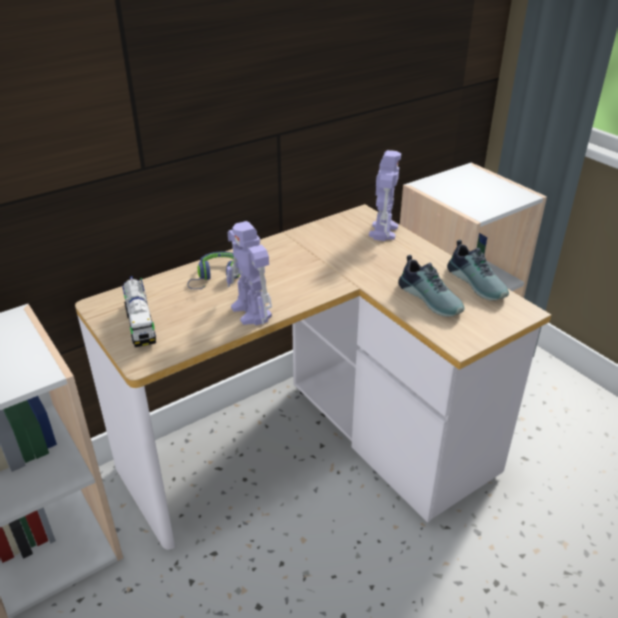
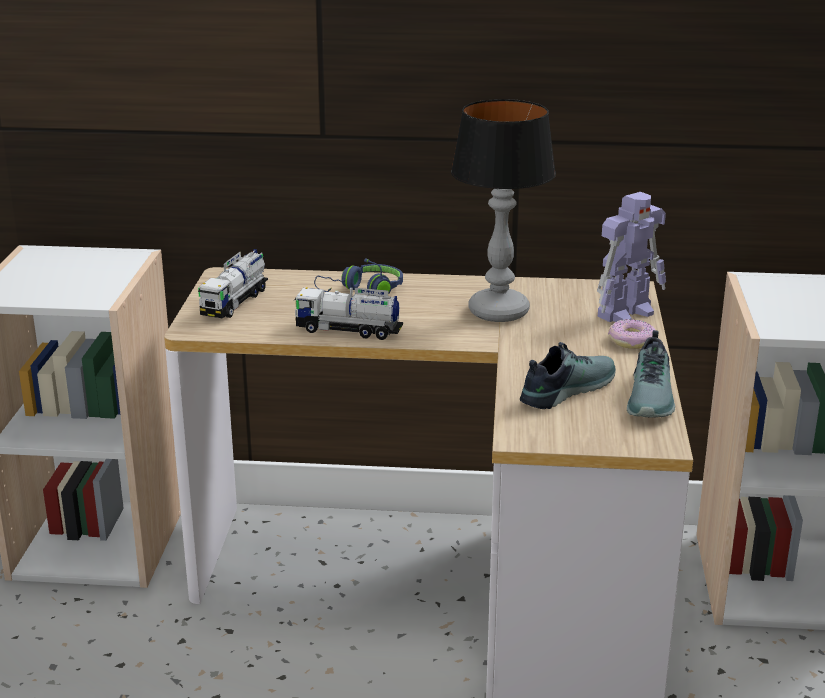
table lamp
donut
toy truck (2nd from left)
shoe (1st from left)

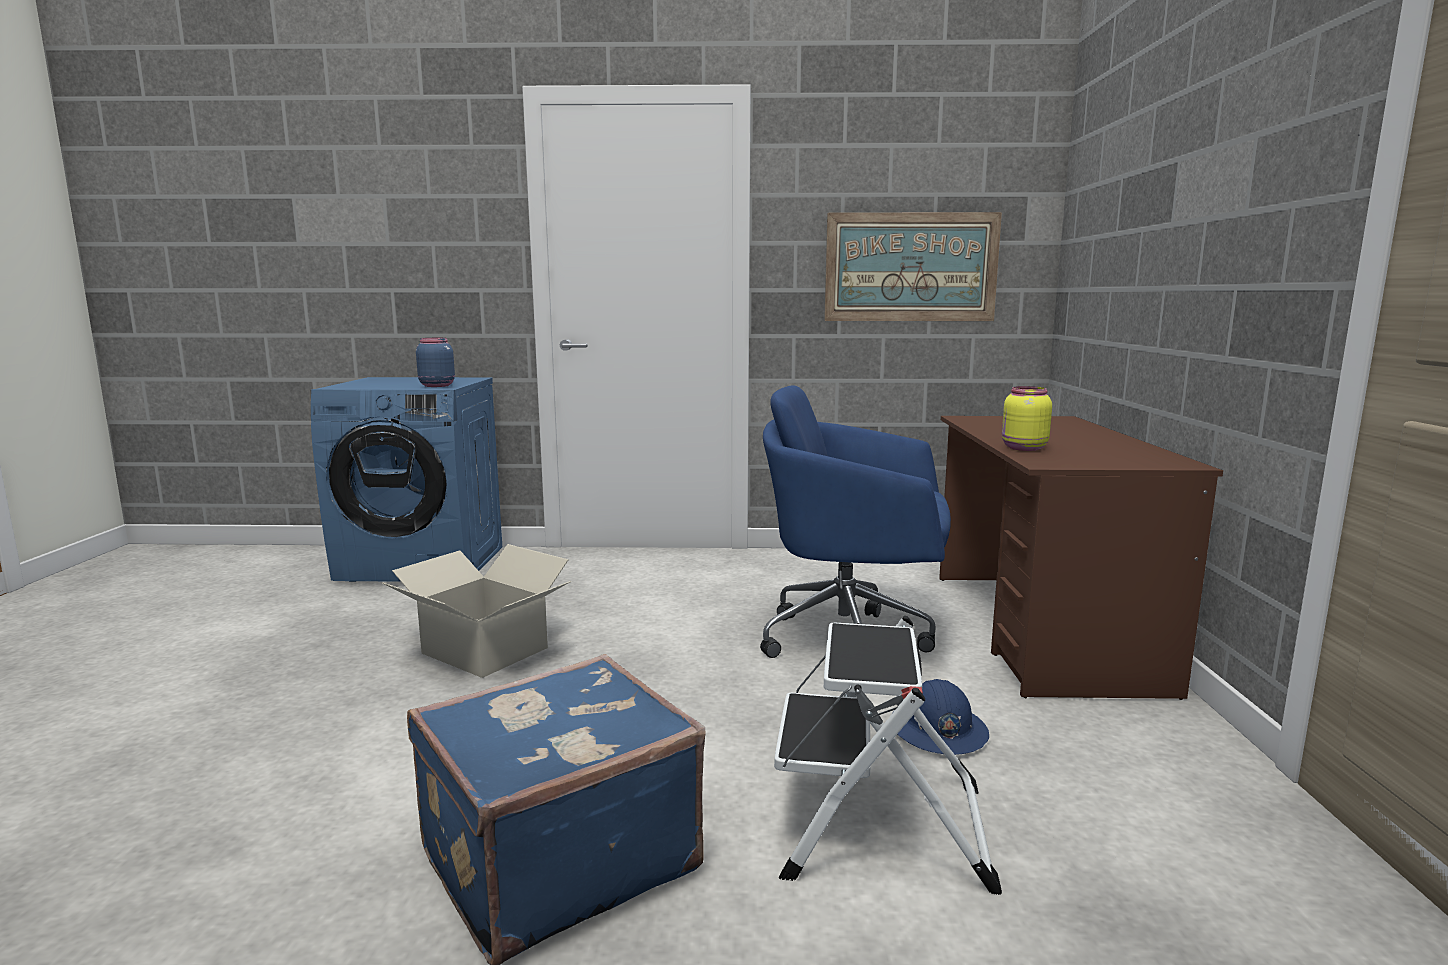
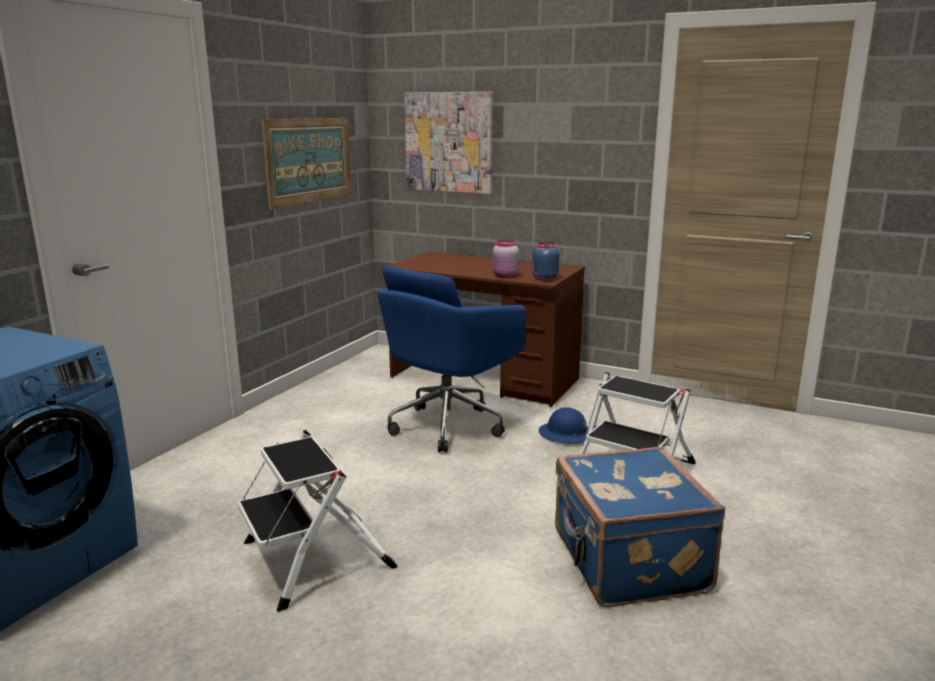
picture (2nd from left)
jar in blue
step ladder (1st from left)
jar in pink

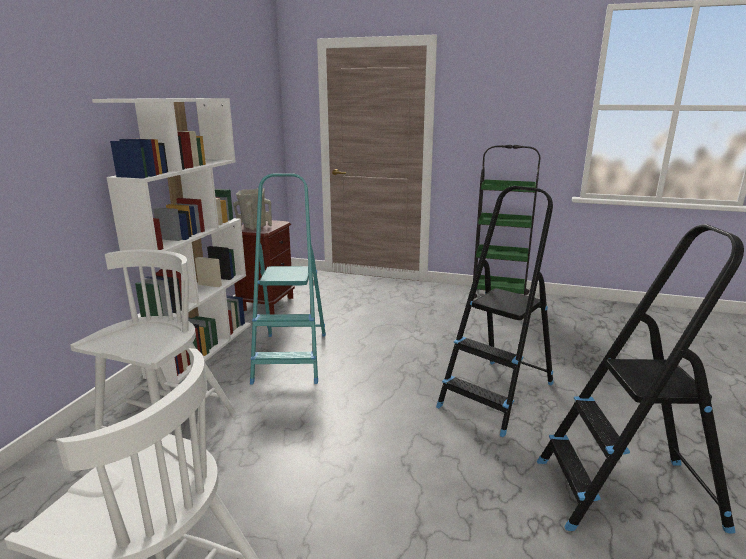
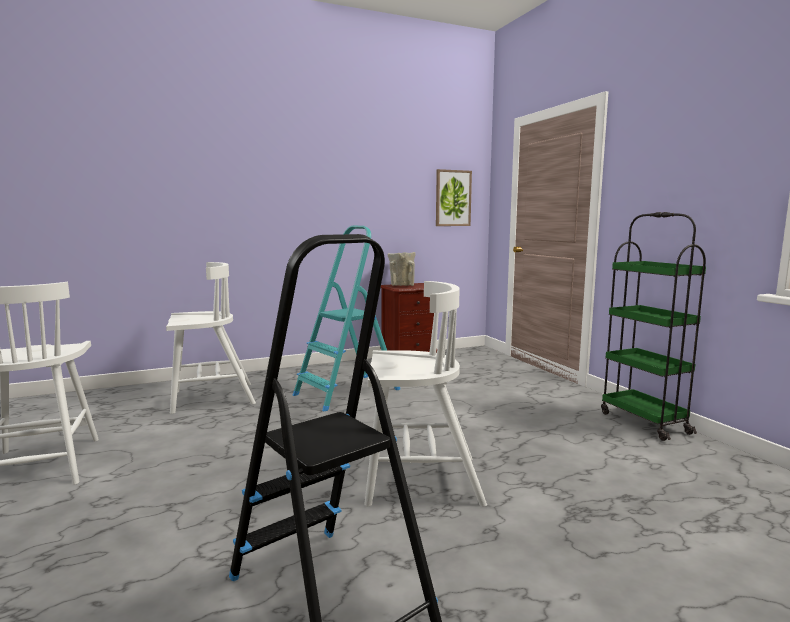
bookcase in white
picture
chair in white (3rd from left)

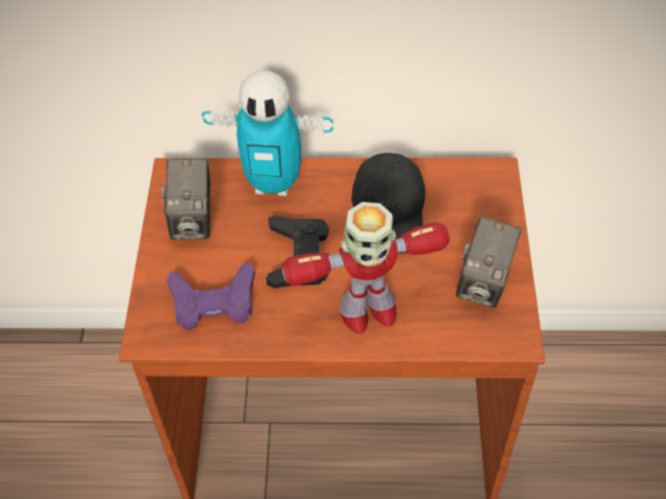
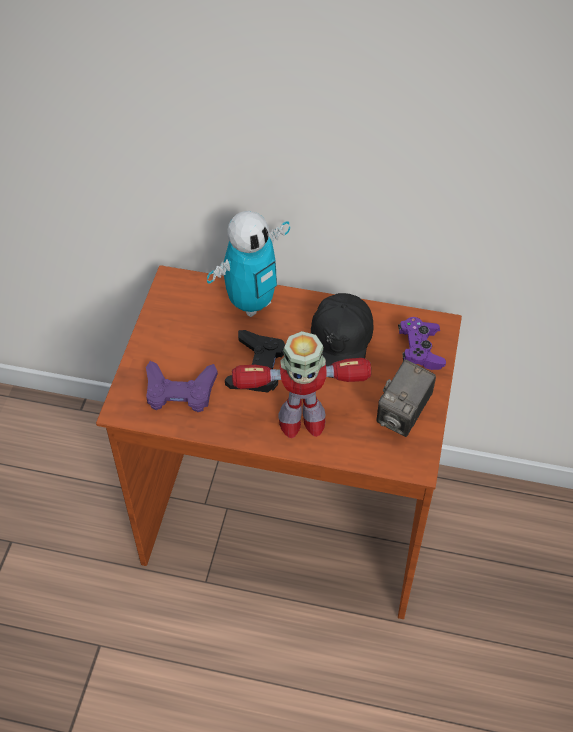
photo camera (1st from left in the first image)
game controller in purple (2nd from left)
toy robot (1st from left)

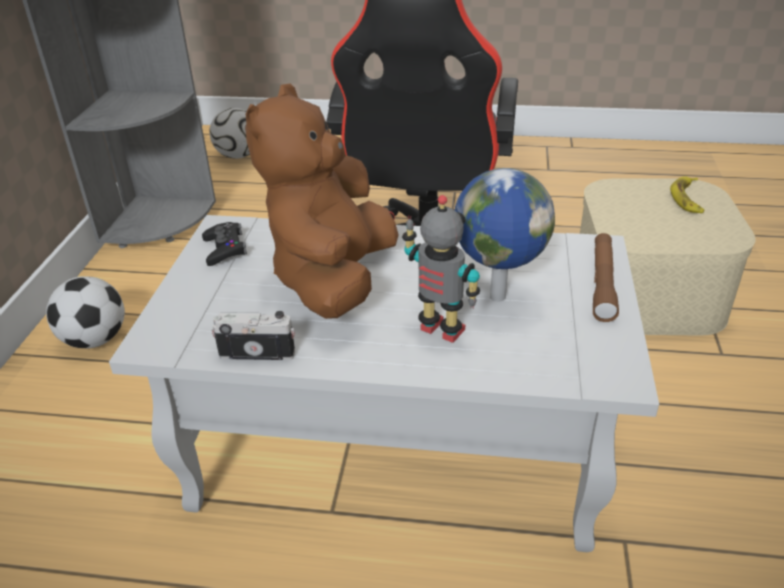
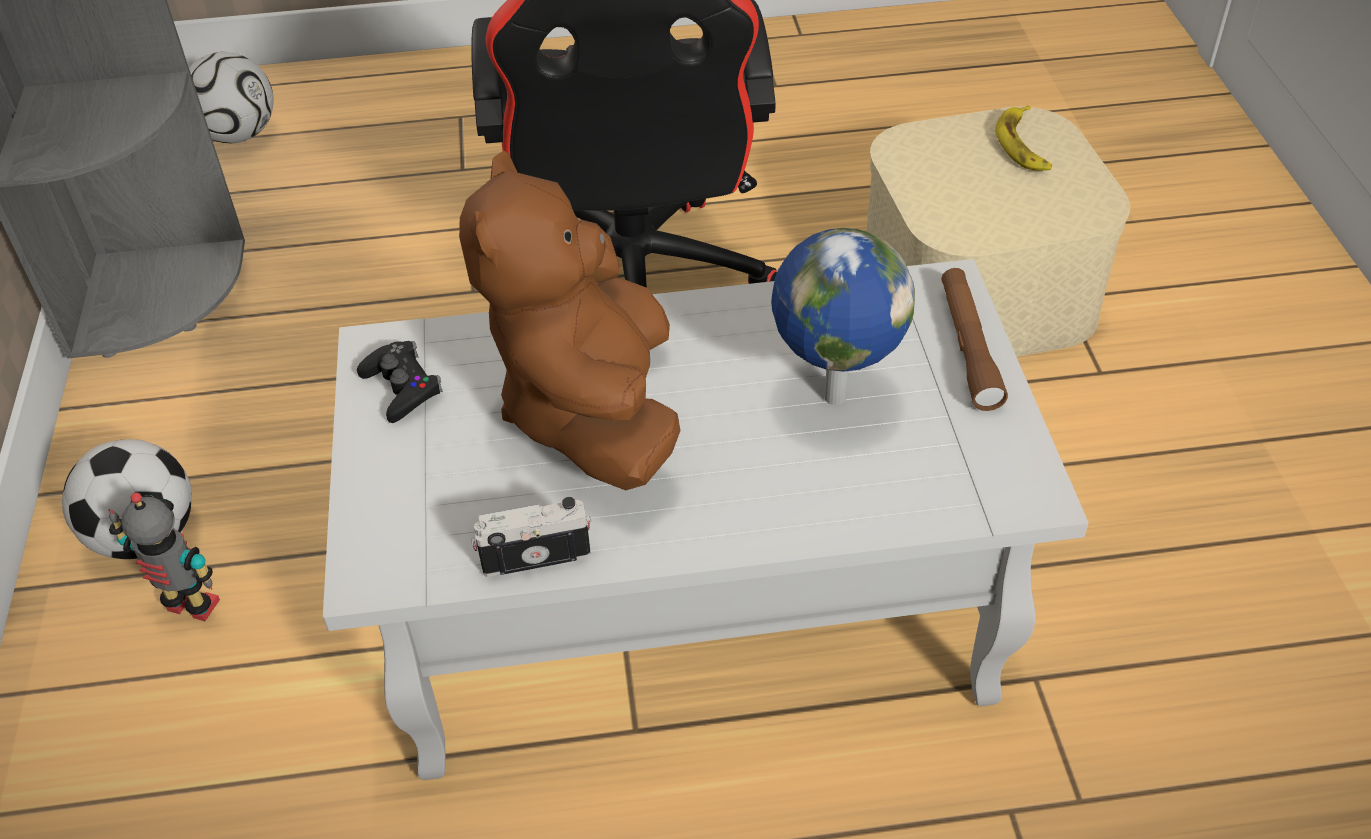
toy robot

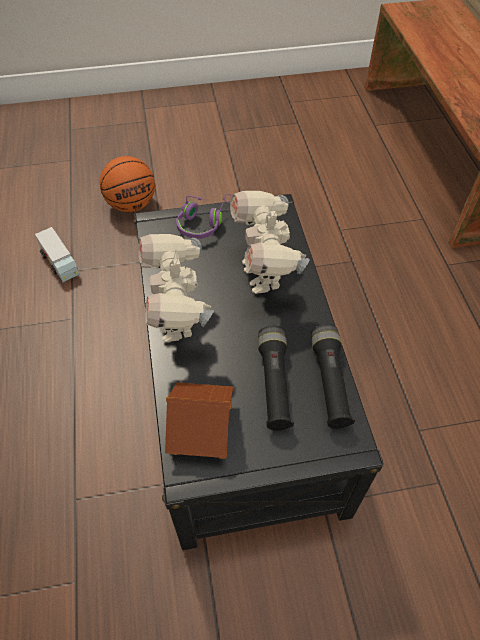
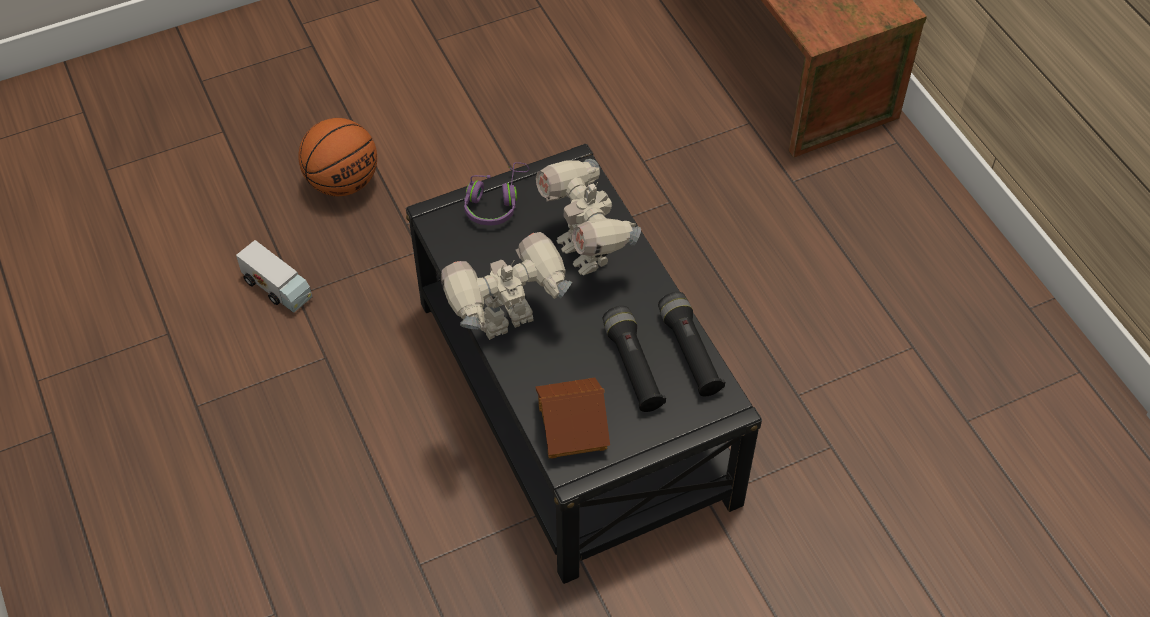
toy robot (1st from left)

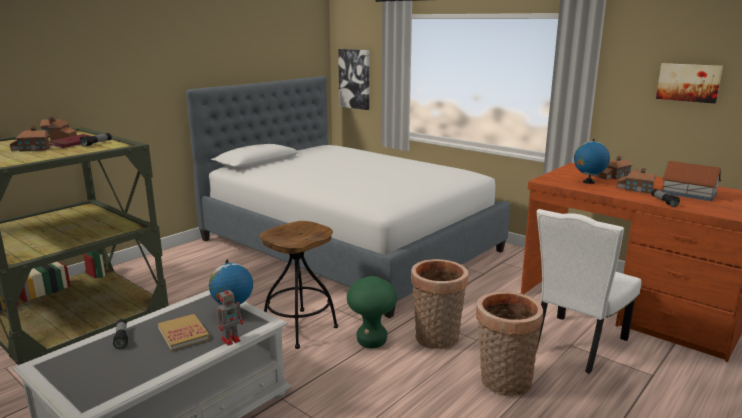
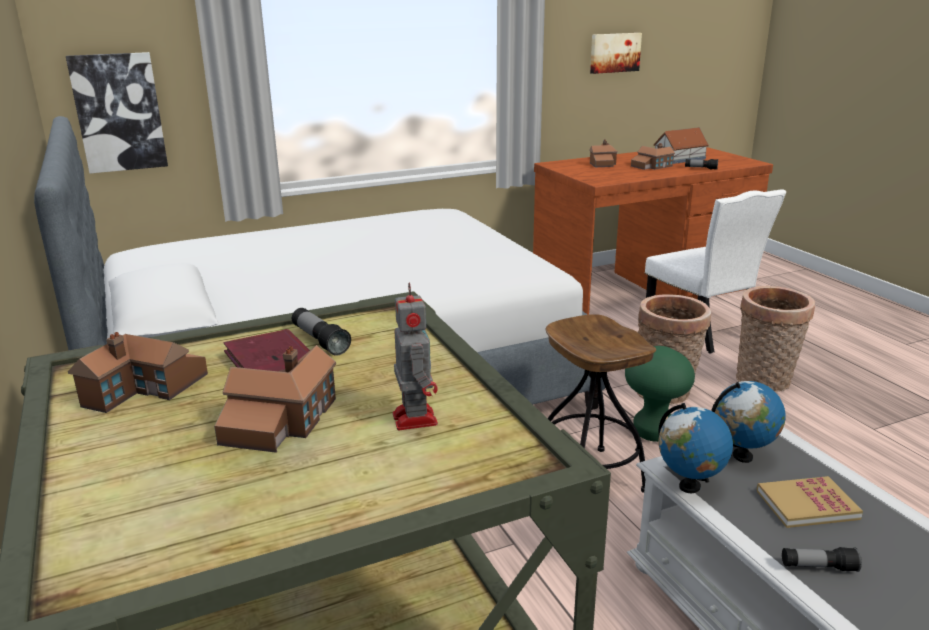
toy robot
globe (1st from left)

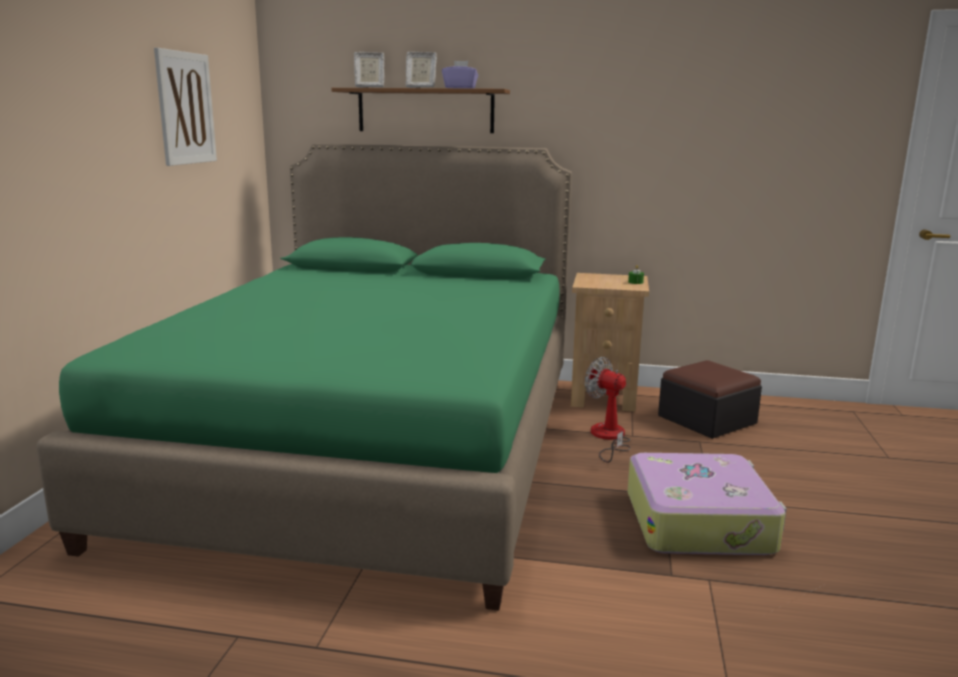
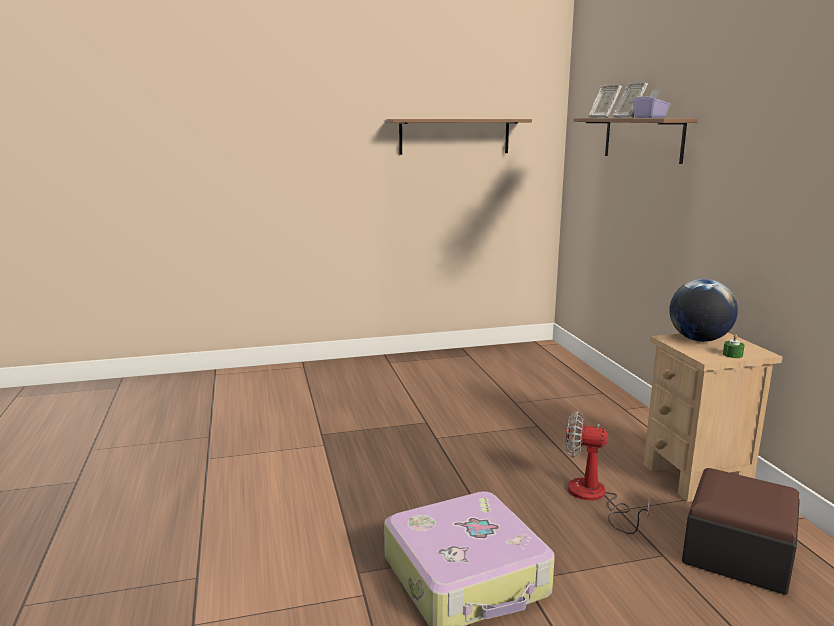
bed in green
globe
shelf in brown (1st from left)
fan

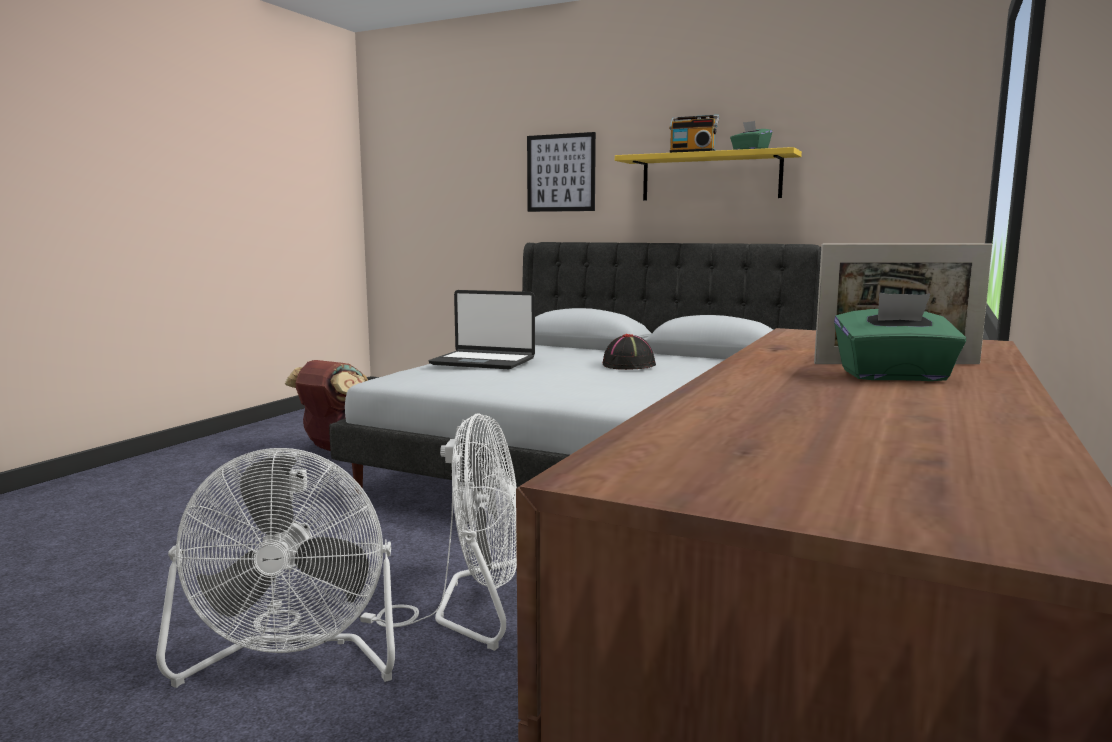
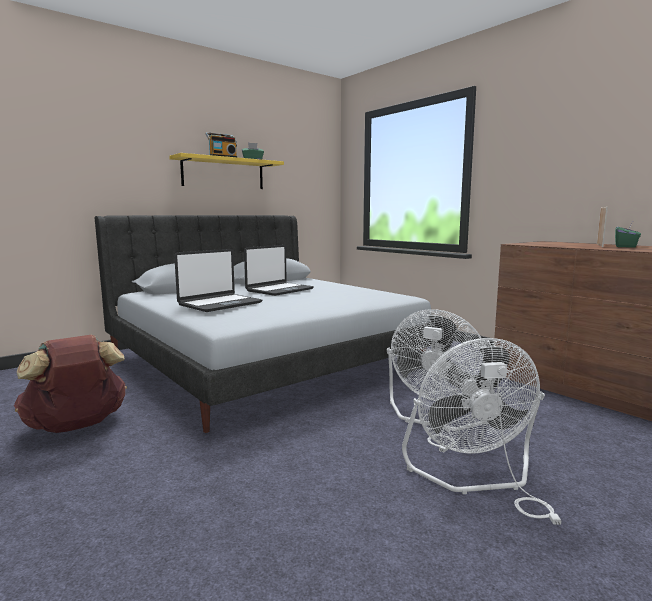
picture
laptop (2nd from left)
fan in white (2nd from left)

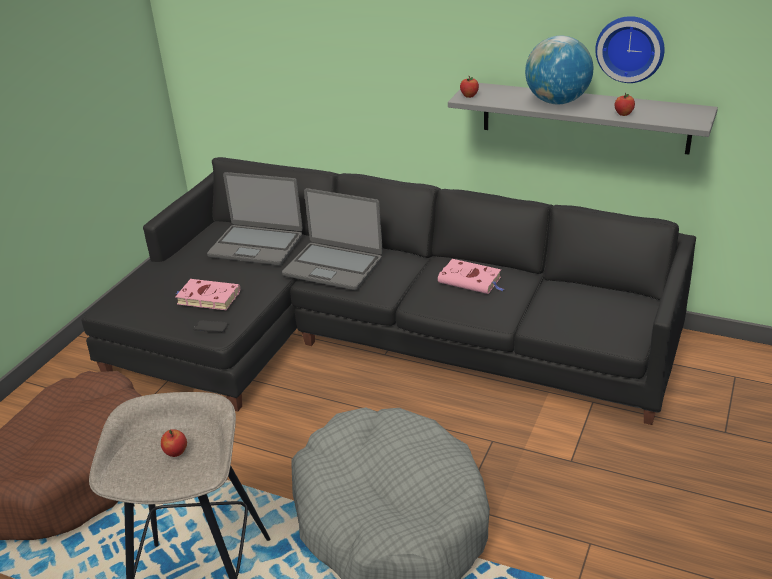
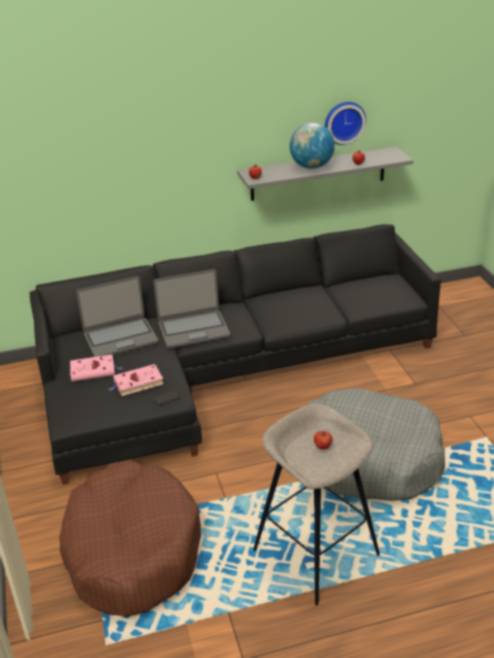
book in pink (1st from left)

